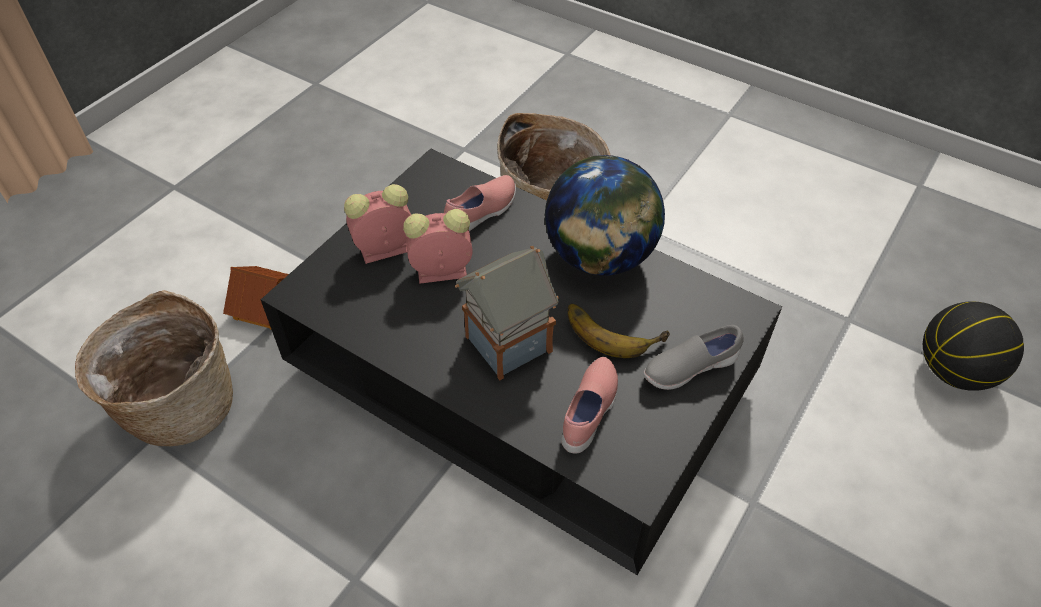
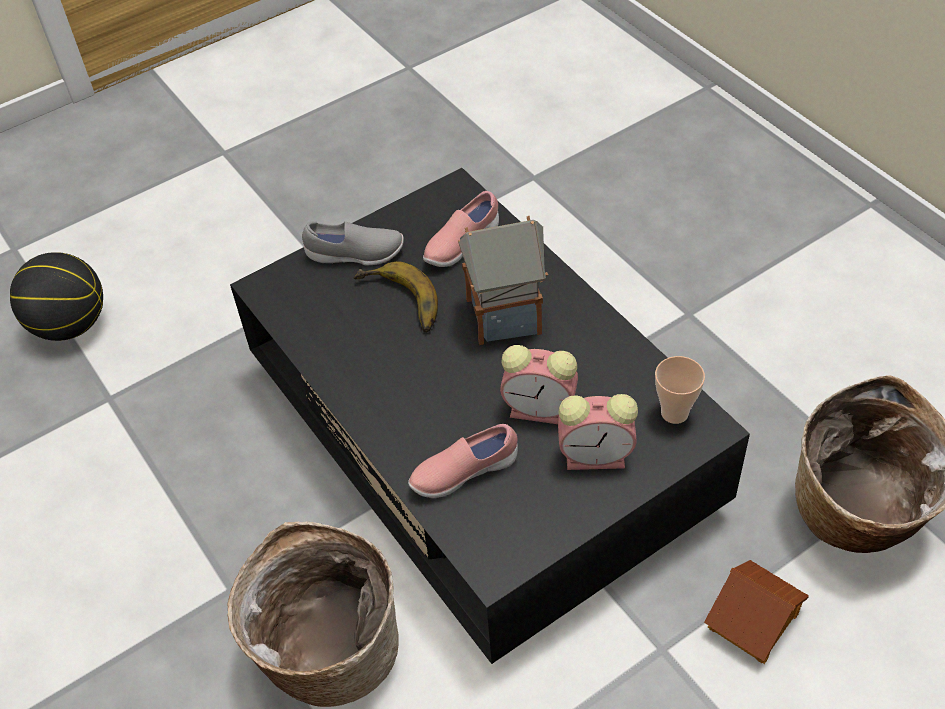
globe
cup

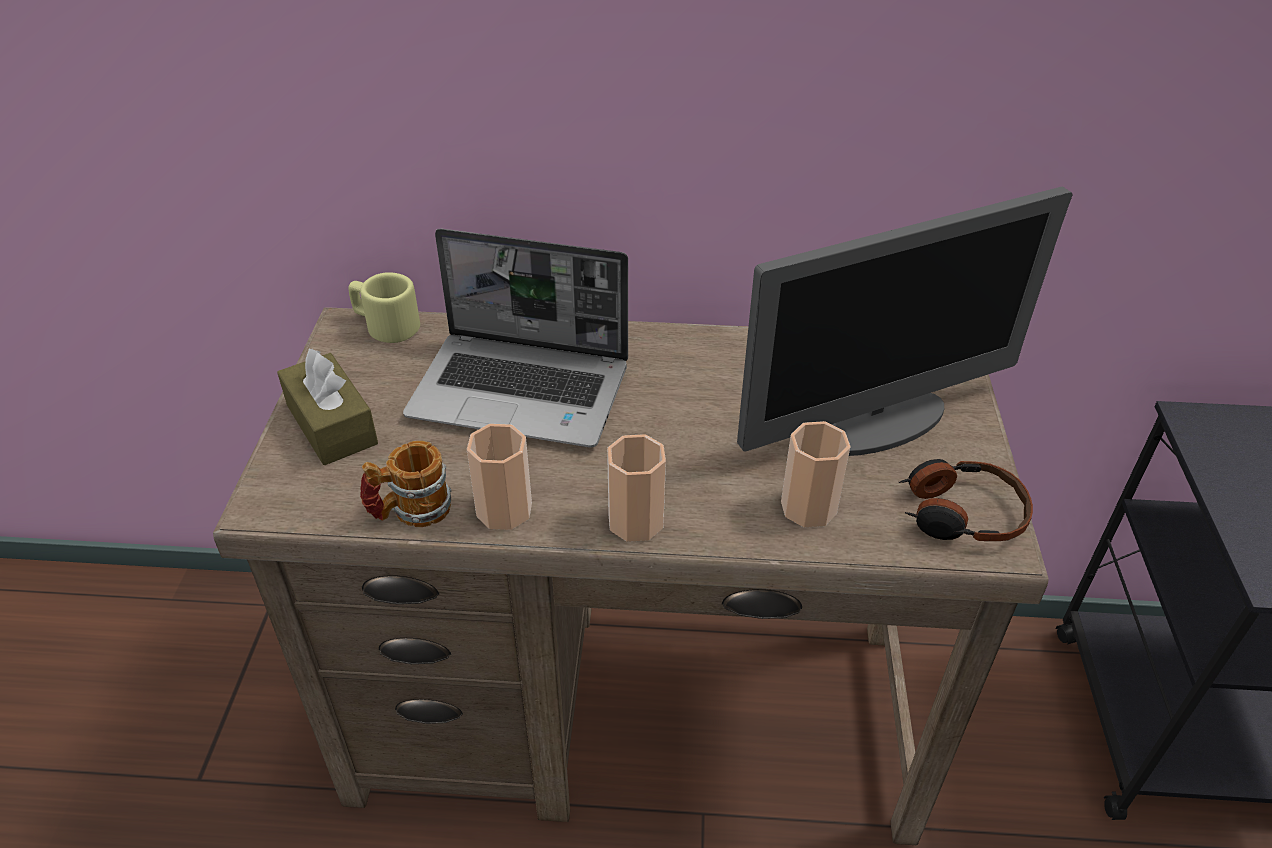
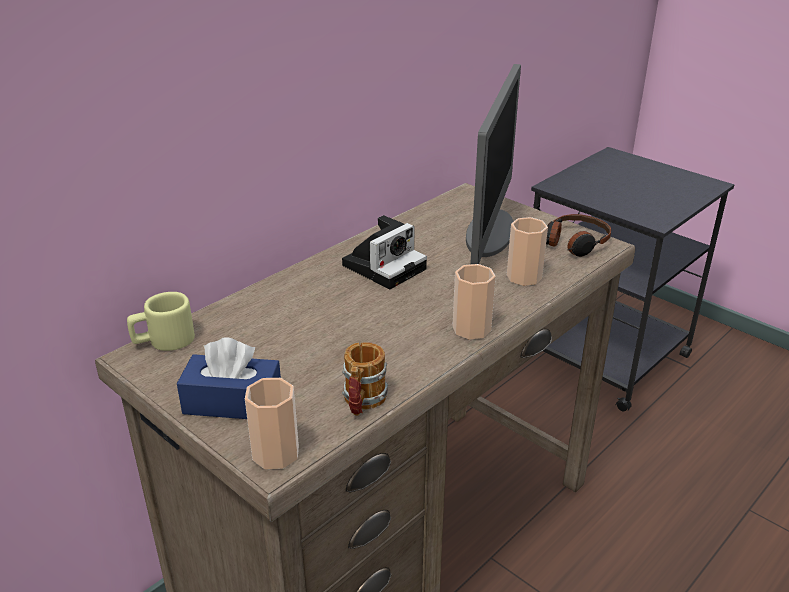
laptop
photo camera
cup (1st from left)
tissue box in blue

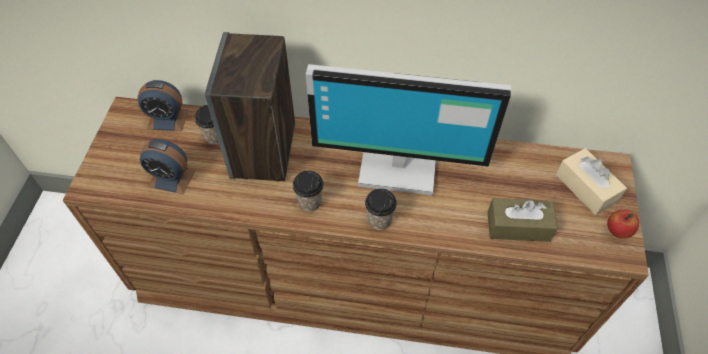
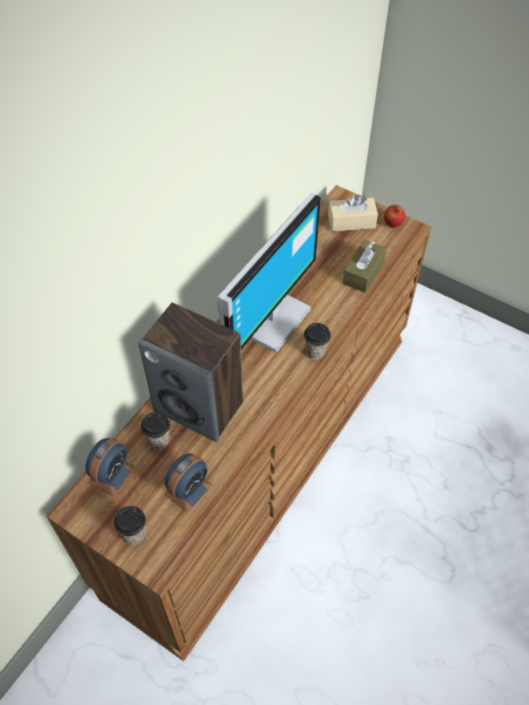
cup (1st from left)

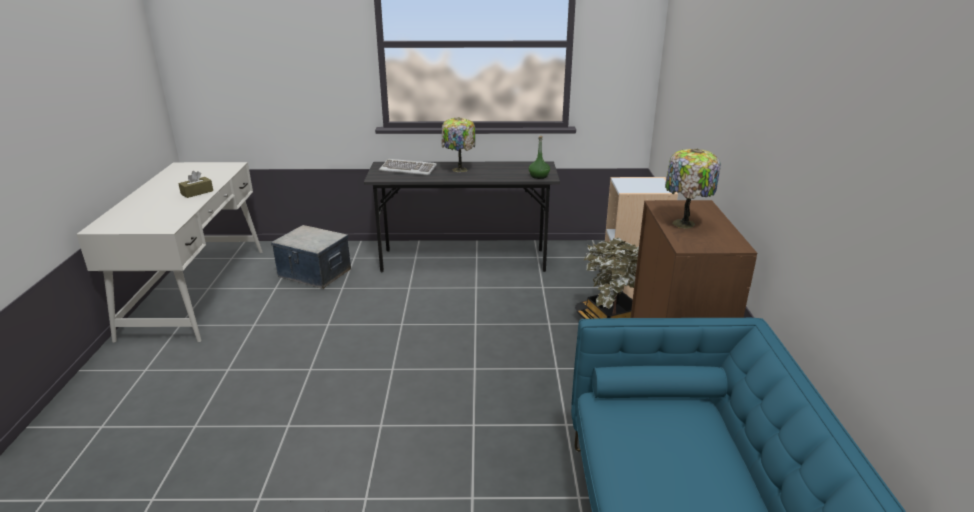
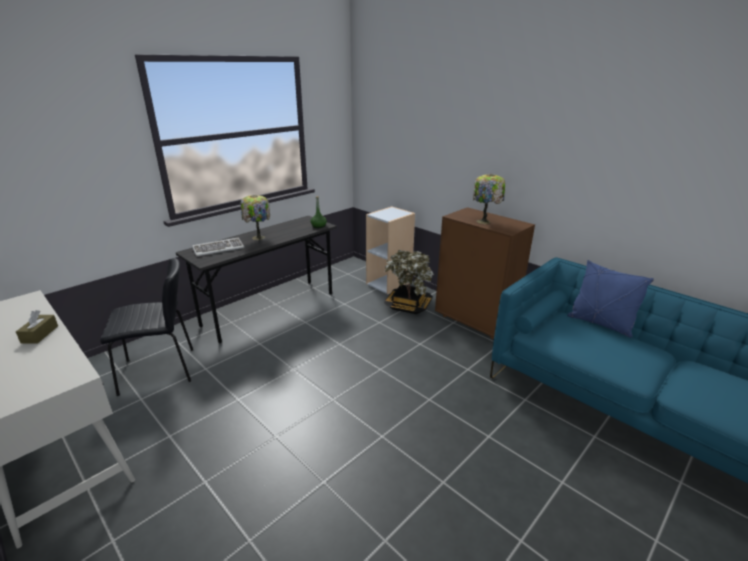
pillow in blue
chair in black

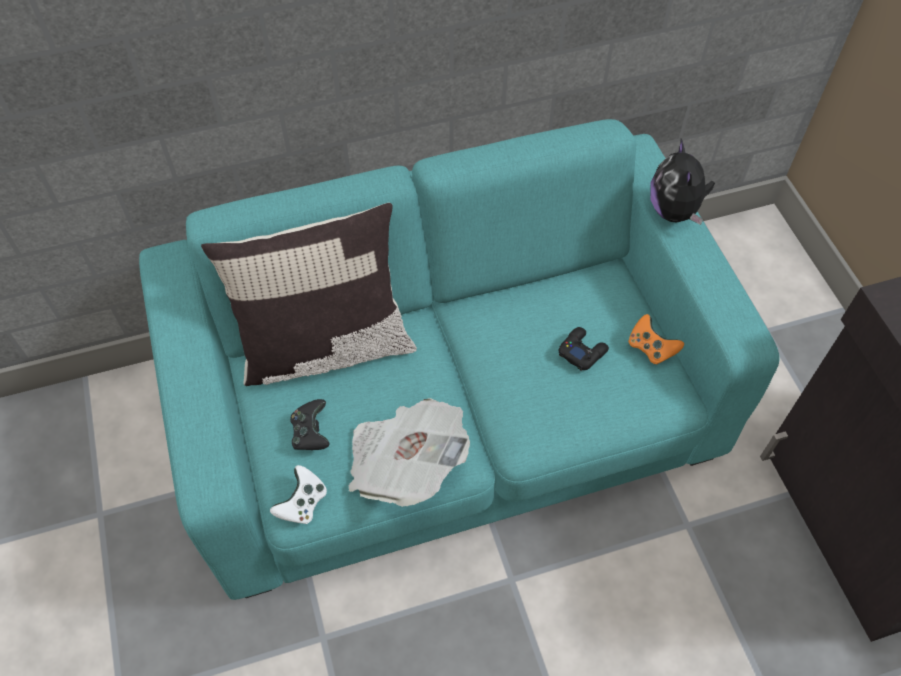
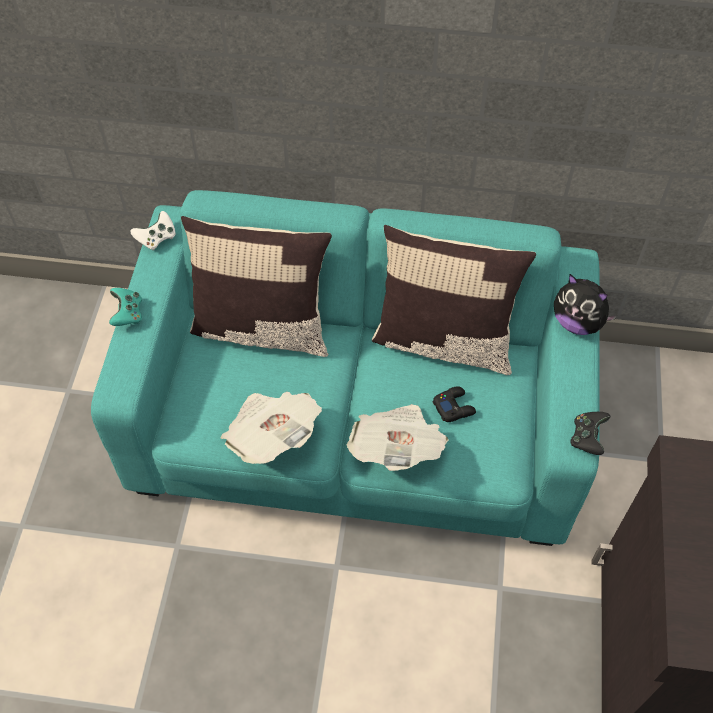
game controller in orange
game controller in turquoise
newspaper (2nd from left)
pillow (2nd from left)
game controller in white
game controller in black (2nd from left)
plush toy

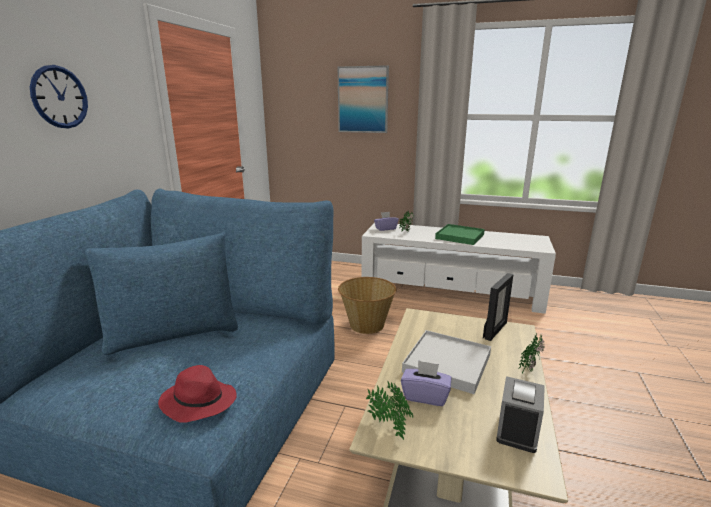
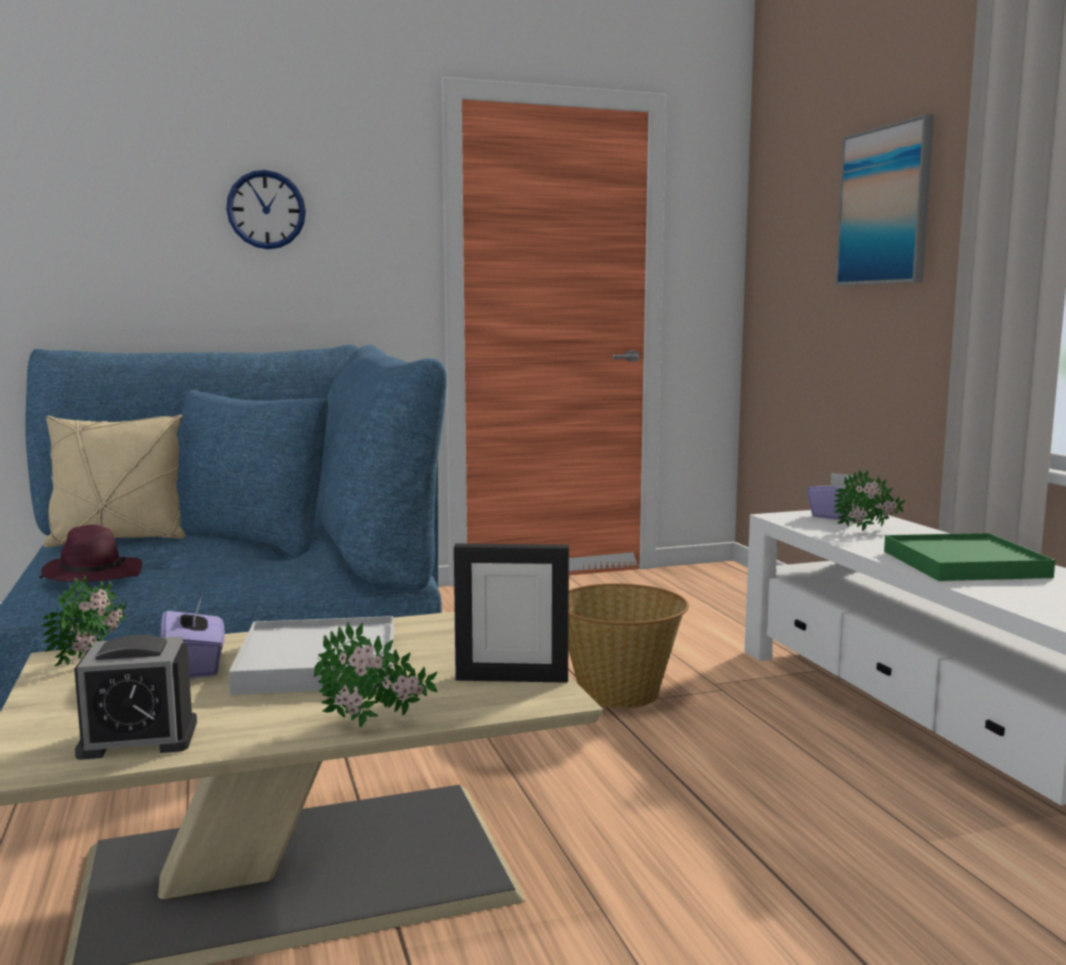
pillow in beige
hat in purple

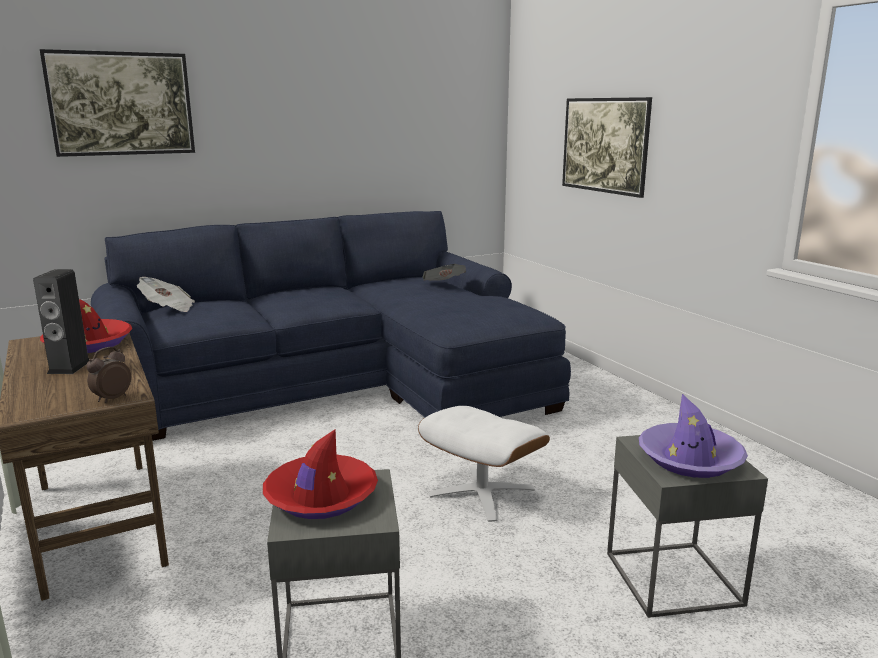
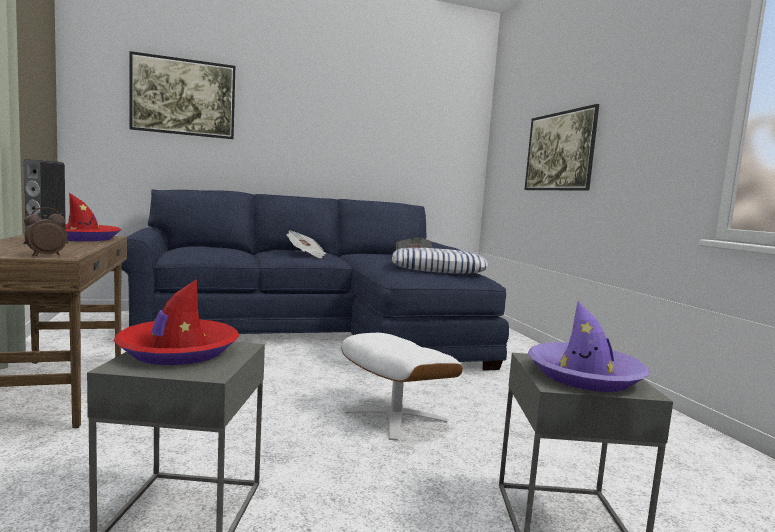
pillow
newspaper (1st from left)

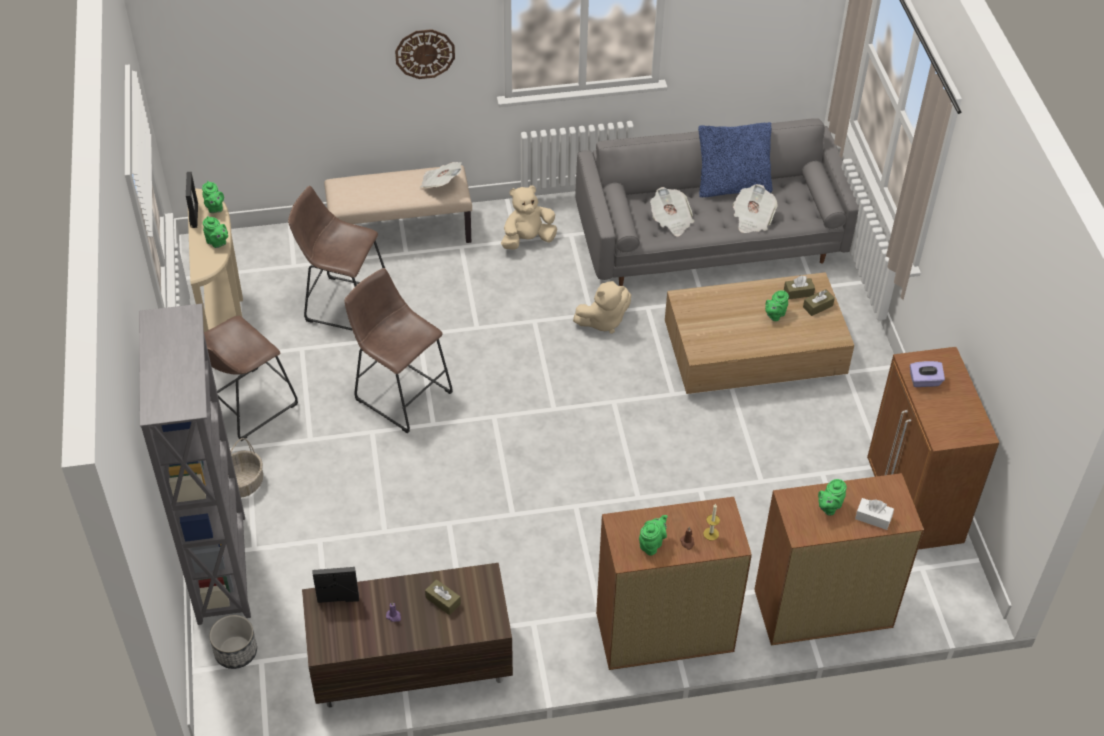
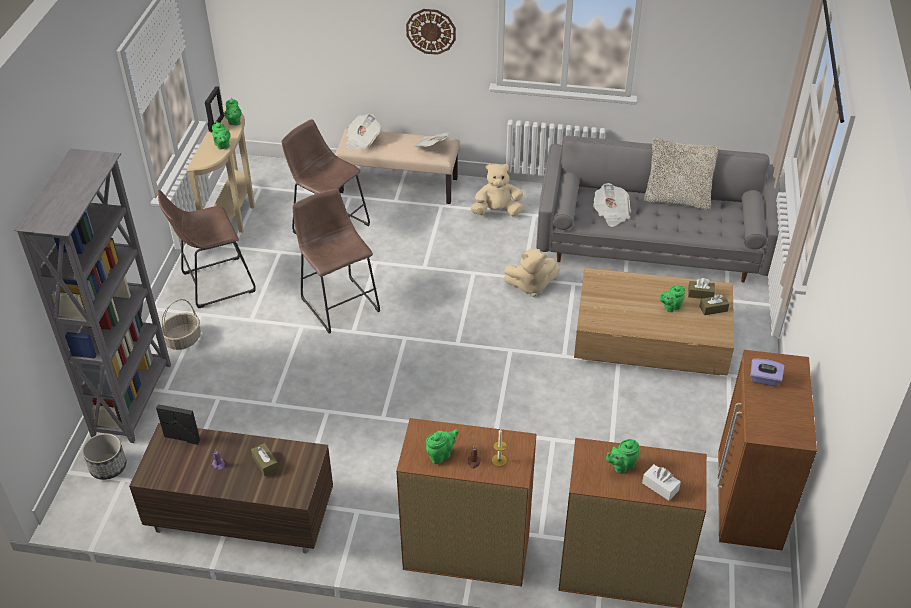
newspaper (1st from left)
pillow in beige

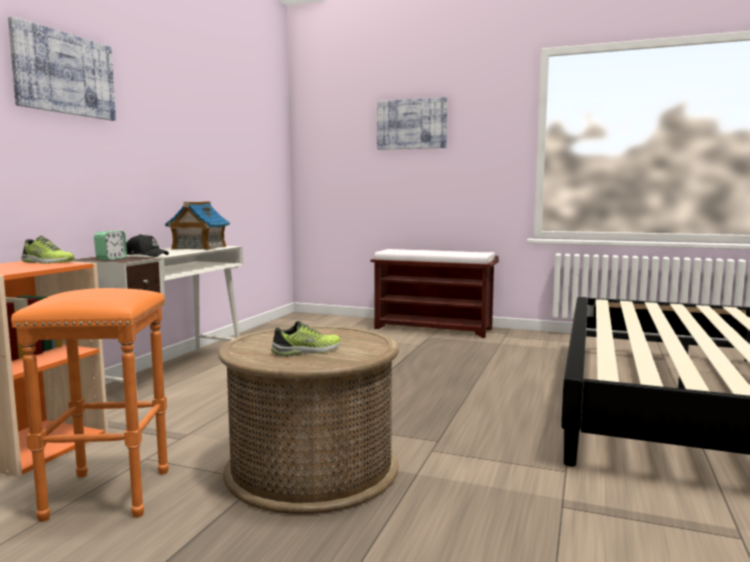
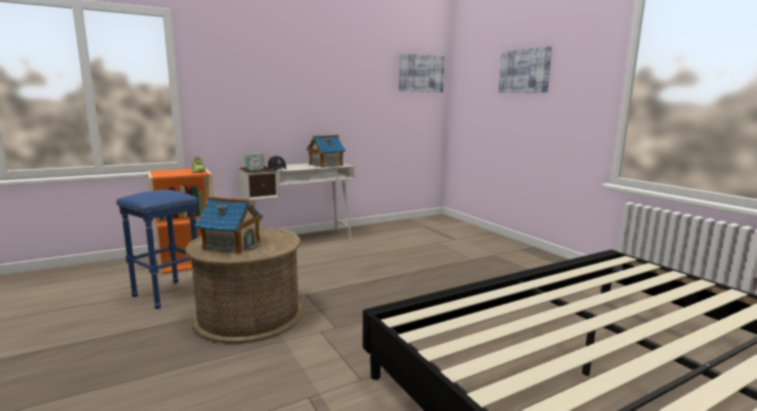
bench in brown
picture (1st from left)
toy house (1st from left)
stool in blue

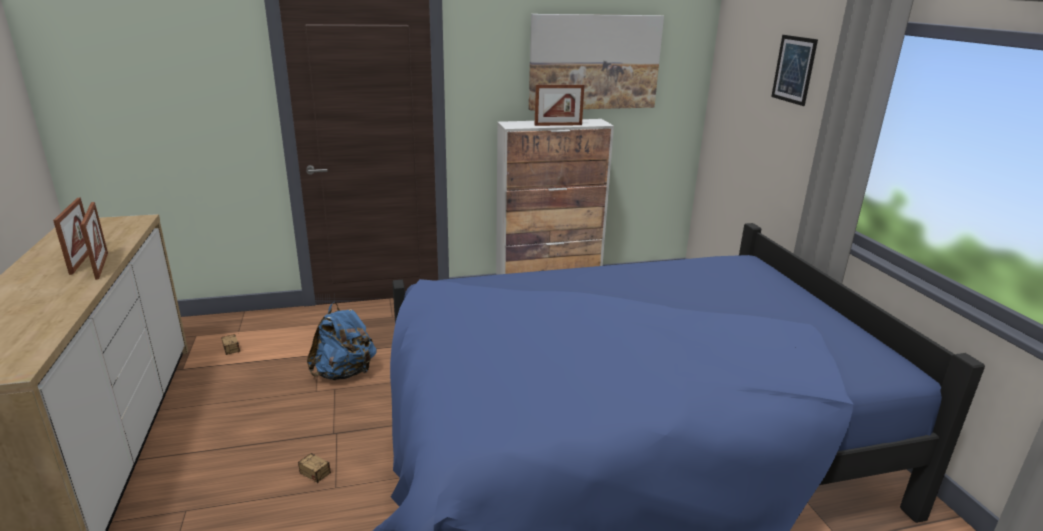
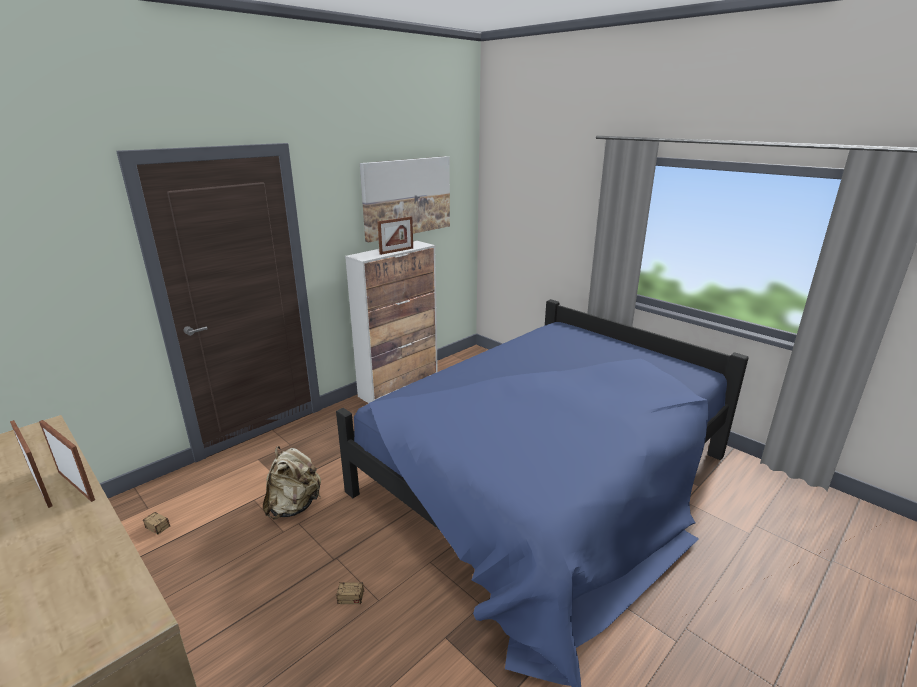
picture (2nd from left in the first image)
backpack in beige

